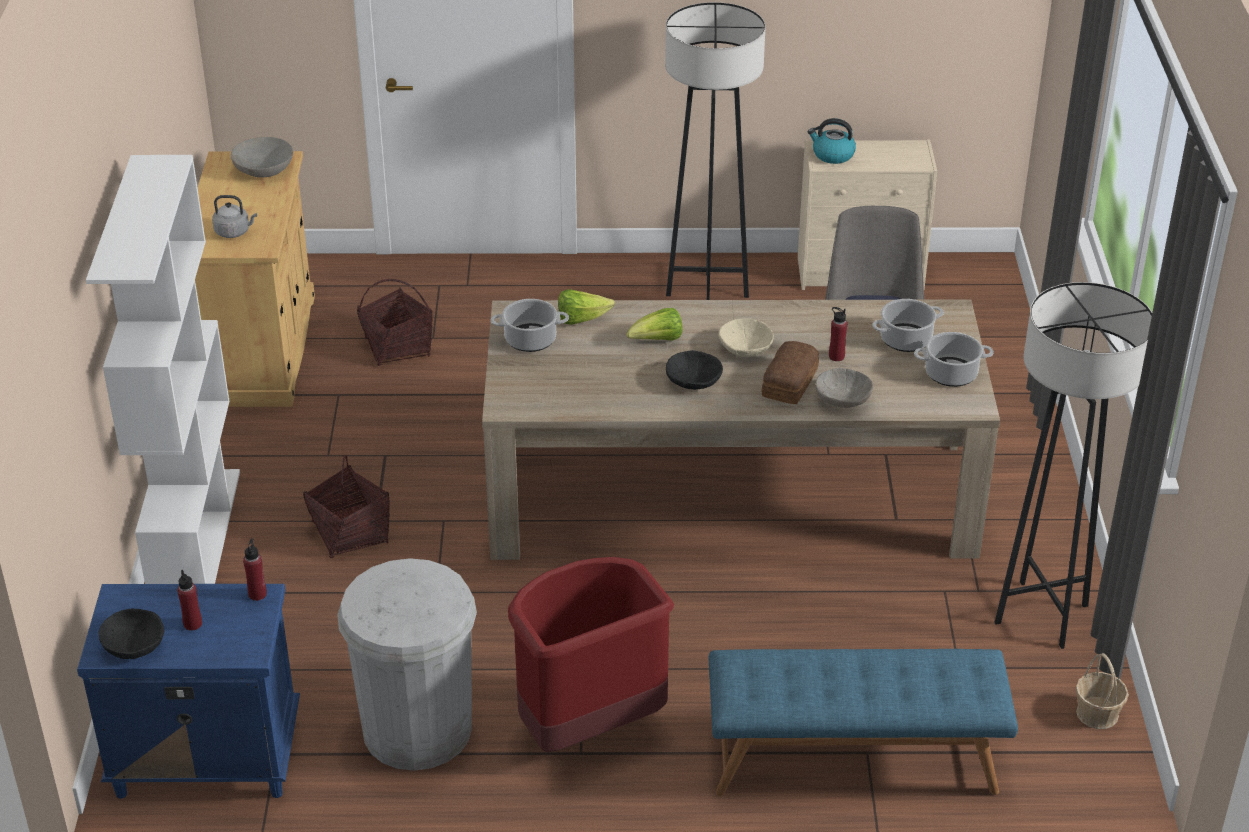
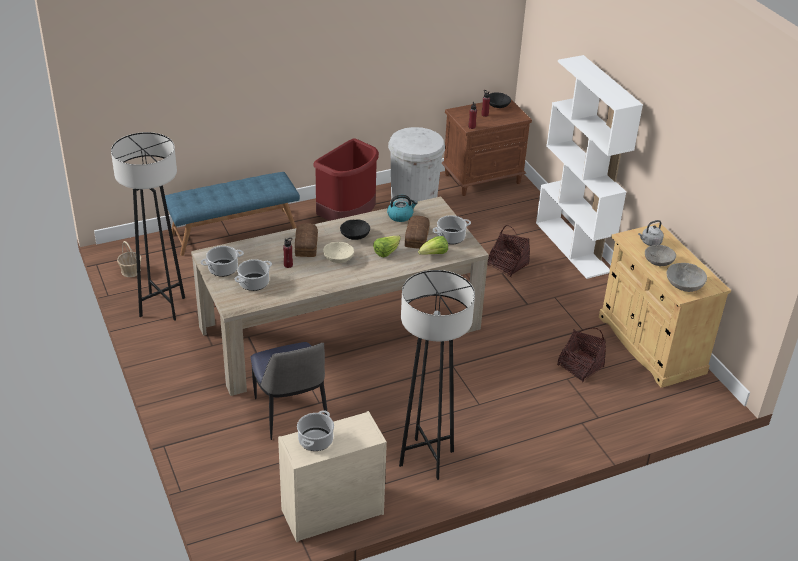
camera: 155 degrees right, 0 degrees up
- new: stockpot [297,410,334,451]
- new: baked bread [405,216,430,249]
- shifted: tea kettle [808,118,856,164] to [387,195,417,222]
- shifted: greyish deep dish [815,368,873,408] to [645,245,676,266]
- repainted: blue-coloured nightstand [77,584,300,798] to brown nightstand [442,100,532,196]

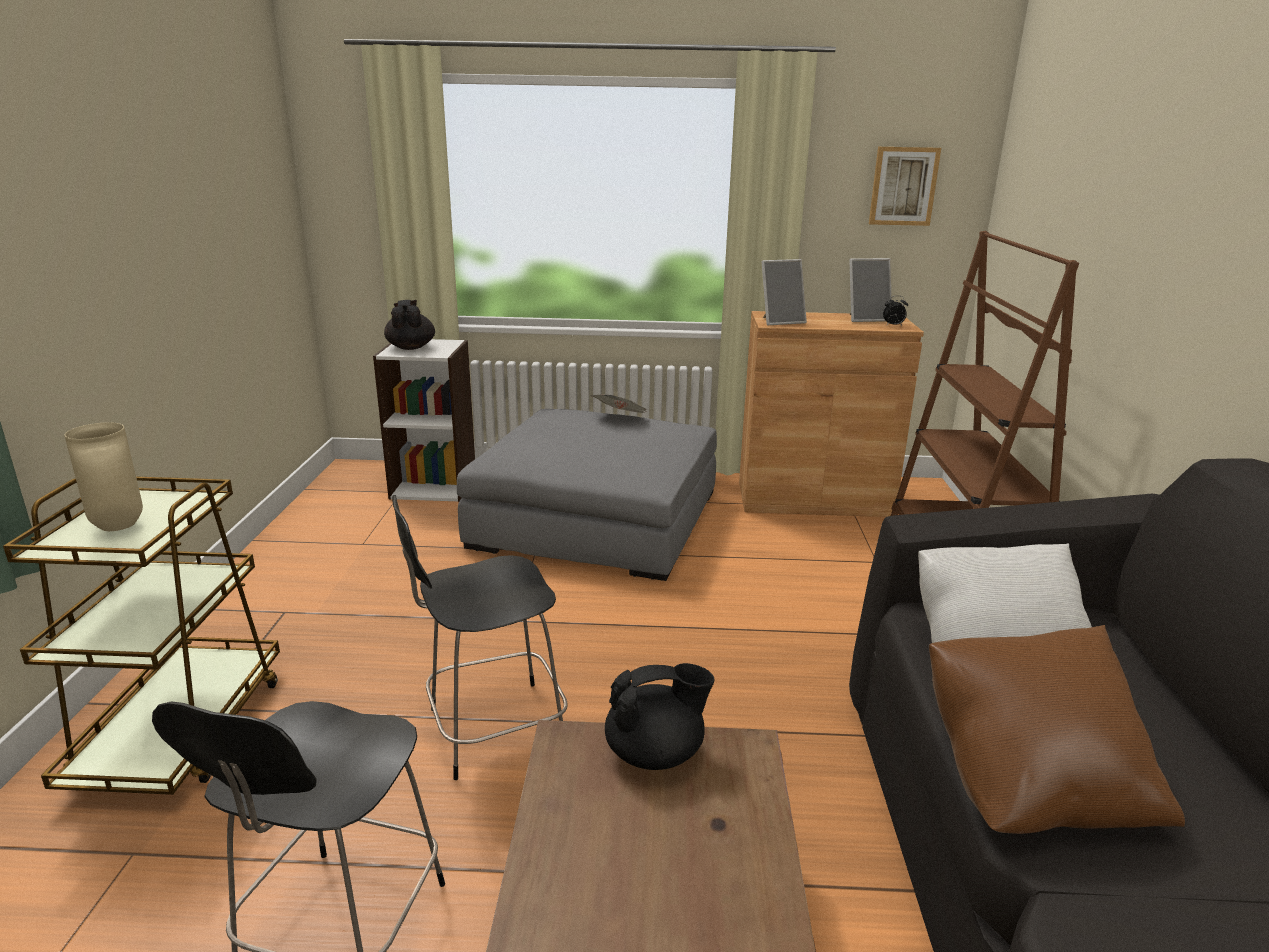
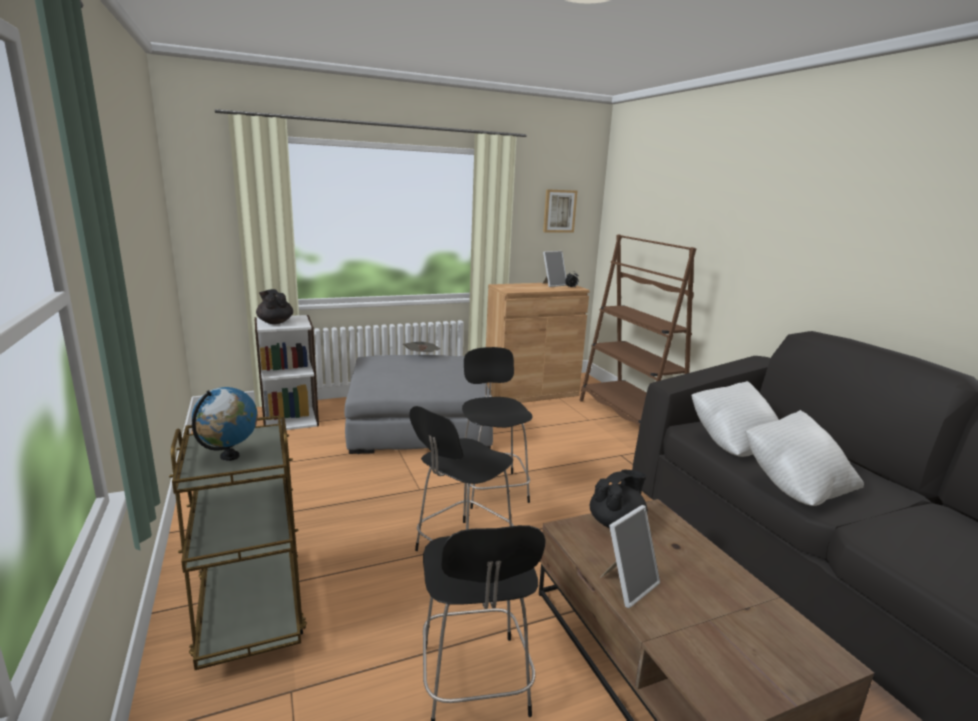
camera: 25 degrees left, 5 degrees down
- new: blackish stool [462,347,533,509]
- shifted: photo frame [761,259,807,325] to [600,505,660,608]
- swapped: beige flower vase [64,422,143,531] to globe [192,387,258,461]
- repainted: brown pillow [929,625,1185,834] to white pillow [745,410,864,506]

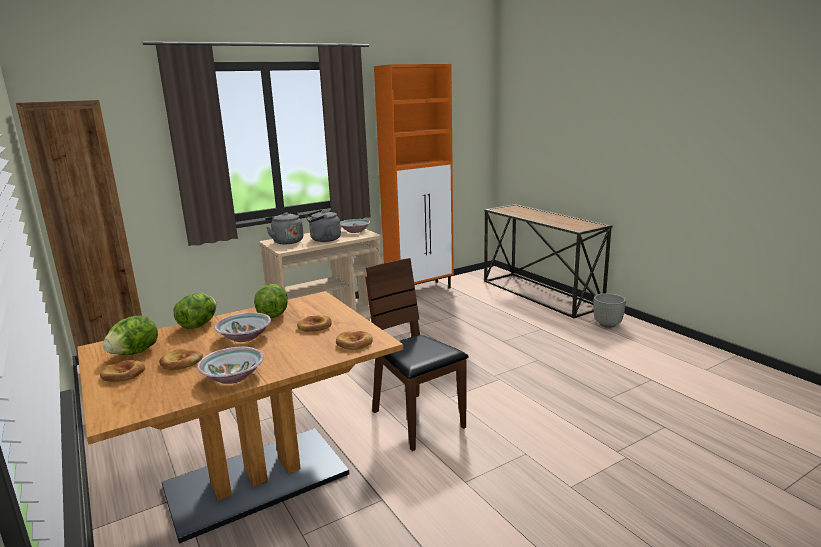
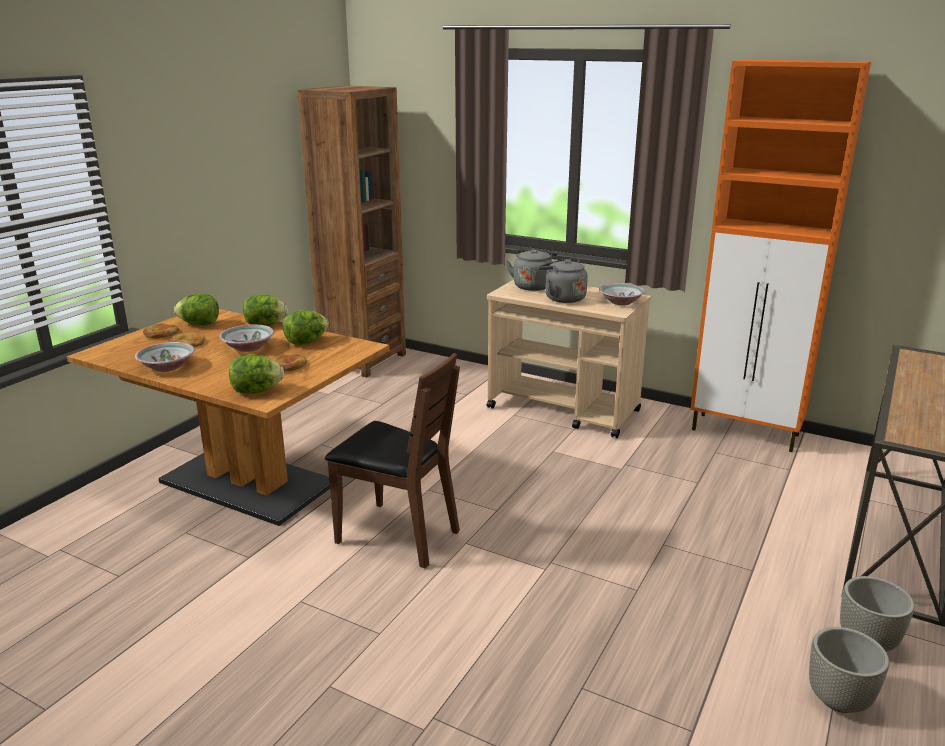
camera: 60 degrees right, 5 degrees up
- new: greyish planter [809,627,889,713]
- swapped: baked bread [336,331,373,350] to lettuce head [229,354,284,394]
- rotated: brown upright chair [365,258,469,451] = [325,353,460,568] 90 degrees clockwise

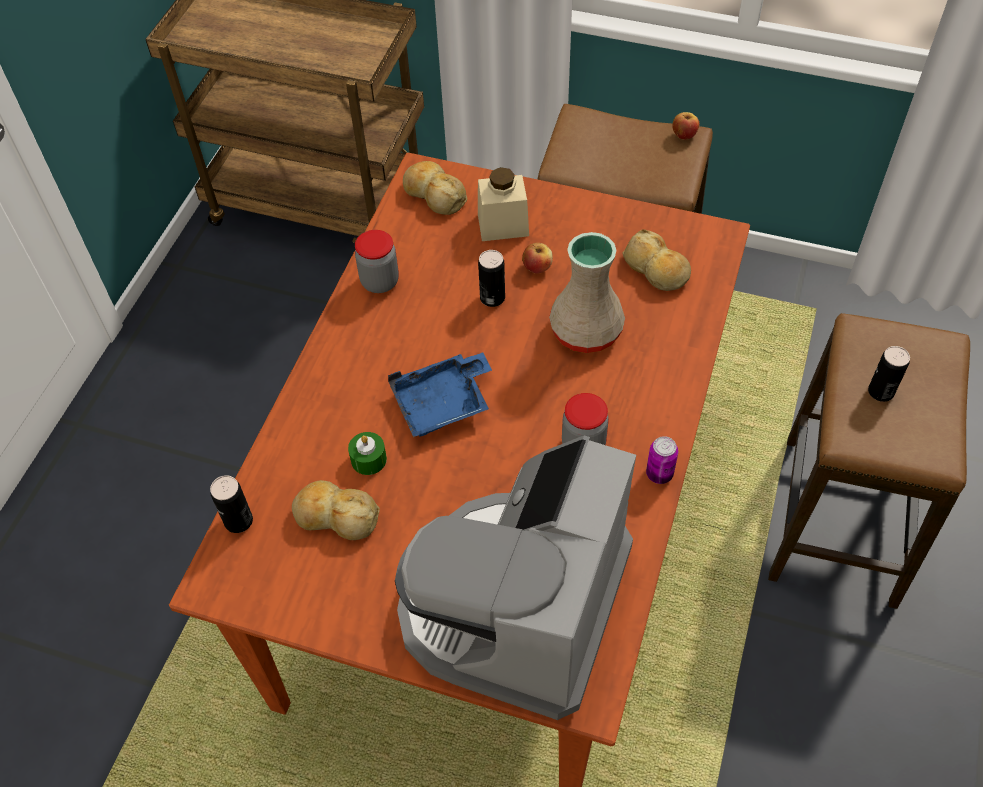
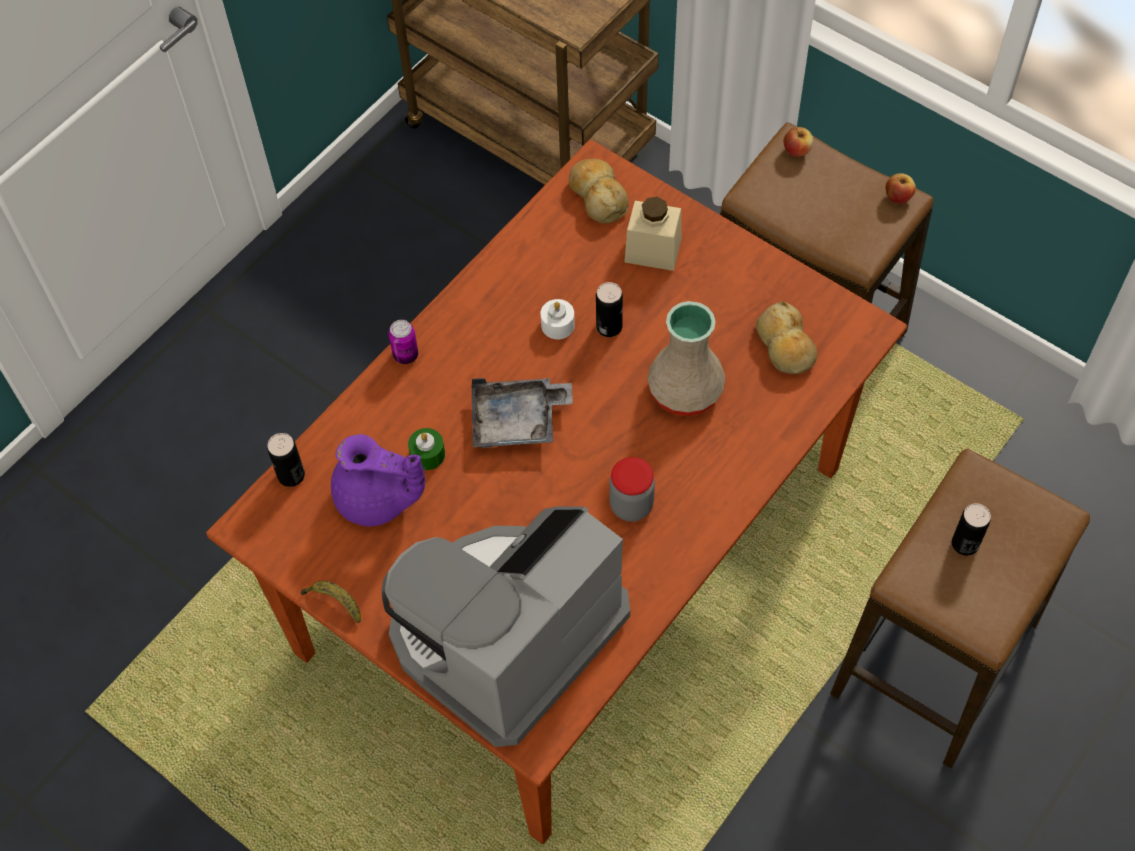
camera: 20 degrees right, 5 degrees up
- gone: preserve jar [355,230,399,293]
- new: whole banana [300,581,361,623]
- new: white wax light [541,299,575,339]
- shifted: apple fruit [522,243,553,274] to [783,127,813,157]
- shifted: metal can [646,436,678,484] to [388,320,418,364]
- swapped: baked bread [292,480,380,540] to purple teapot [331,434,425,527]
- repainted: blue-coloured tray [388,352,492,437] to greyish tray [472,378,573,448]

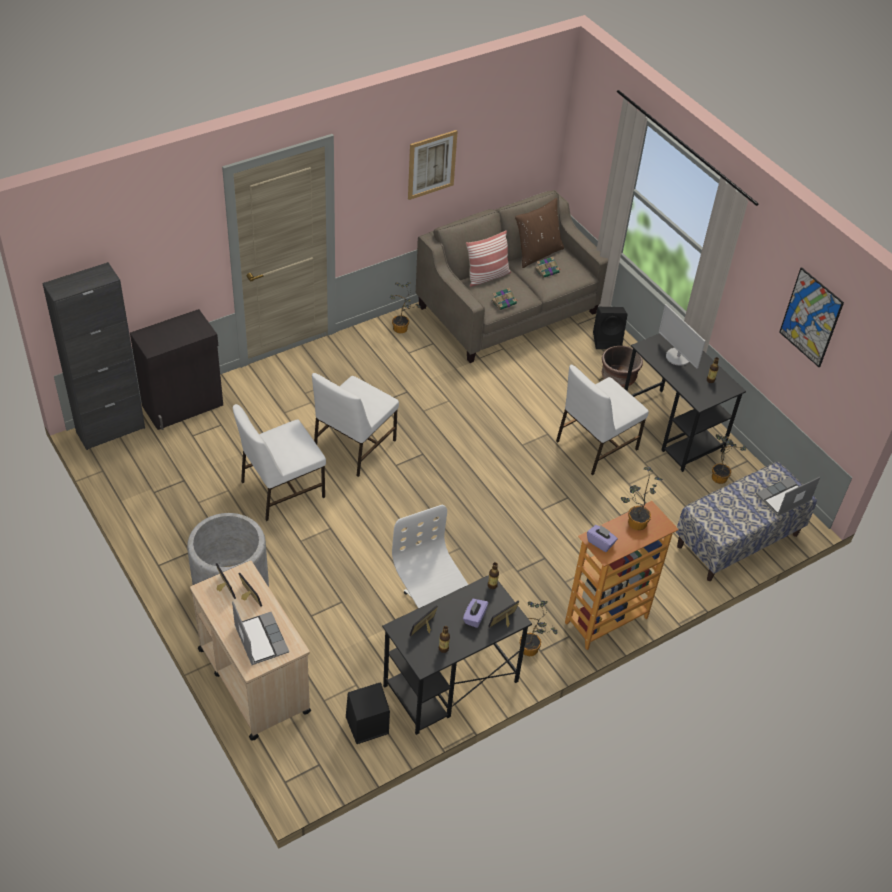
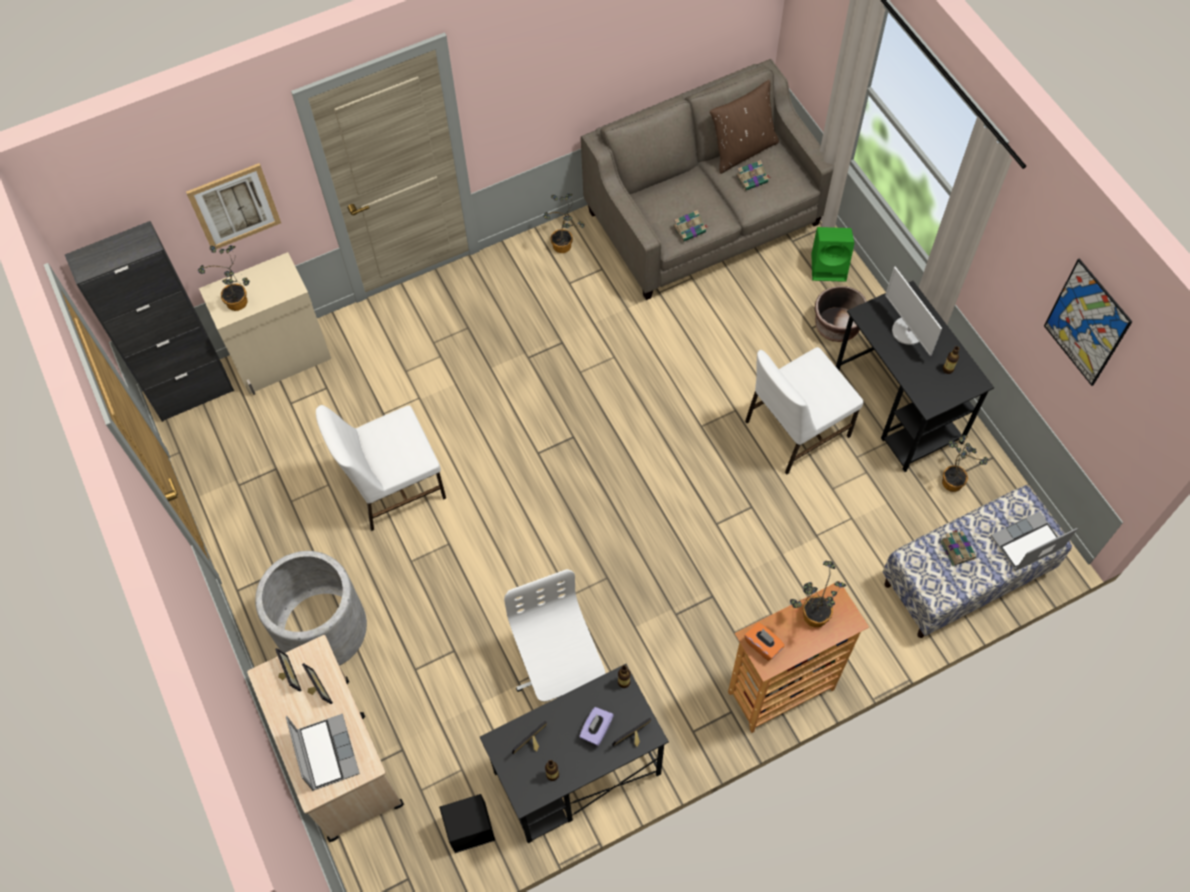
camera: 10 degrees right, 15 degrees up
- gone: white upright chair [312,373,399,477]
- gone: pillow [466,230,511,287]
- new: book [940,530,976,566]
- shifted: wall picture [408,130,458,200] to [186,163,281,249]
- shifted: houseplant [520,601,558,656] to [198,245,250,311]
- repainted: blackish cupboard [130,309,223,430] to beige cupboard [199,252,331,395]
- repainted: purple tissue box [587,525,618,552] to orange tissue box [744,623,785,661]
- repainted: blackish speaker [593,307,628,349] to green speaker [811,227,854,282]

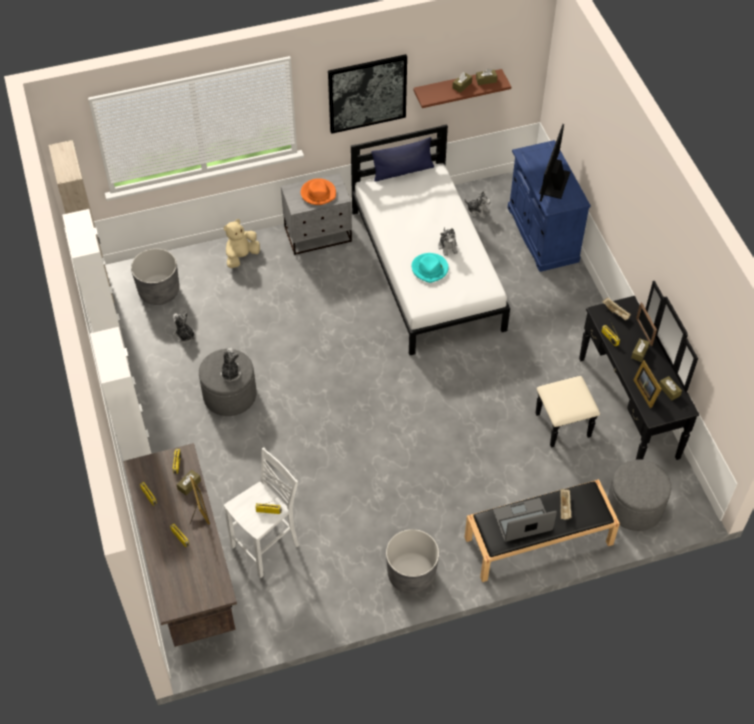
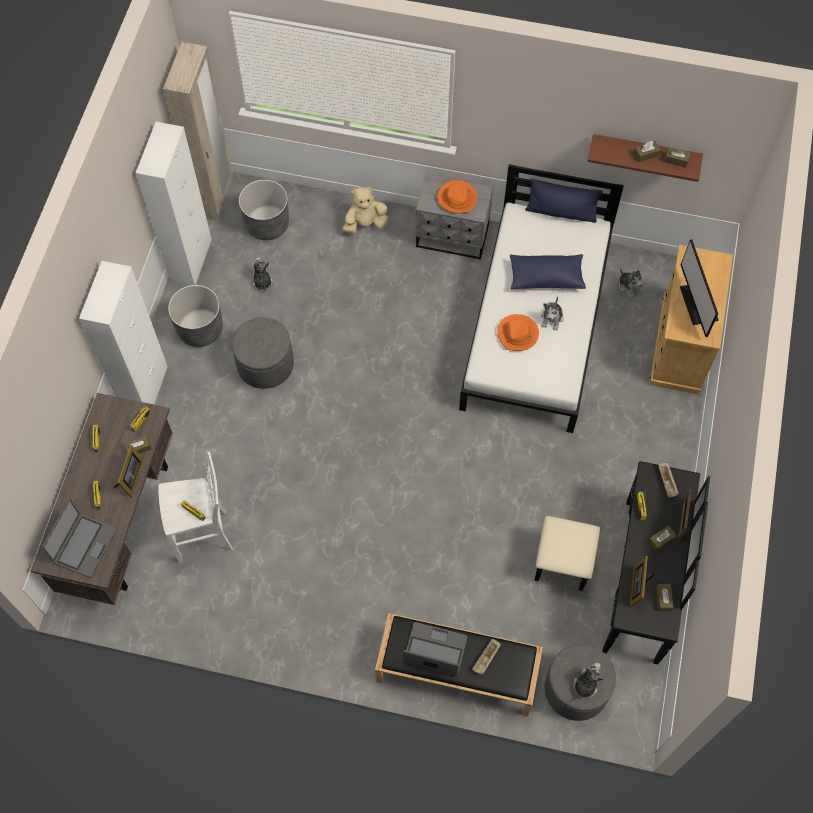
camera: 30 degrees right, 10 degrees up
- gone: wall picture [328,54,407,134]
- new: portable computer [42,499,117,578]
- new: blue-coloured pillow [510,254,586,289]
- shifted: cuddly toy [220,348,241,382] to [573,662,604,700]
- shifted: greyish planter [386,529,439,594] to [168,285,223,347]
- repainted: blue-green clothing hat [412,253,449,283] to orange clothing hat [497,314,539,351]
- repainted: blue-coloured cupboard [507,140,591,272] to beige cupboard [649,245,733,395]
- rotated: monitor [539,124,570,202] = [680,239,719,337] 60 degrees counterclockwise

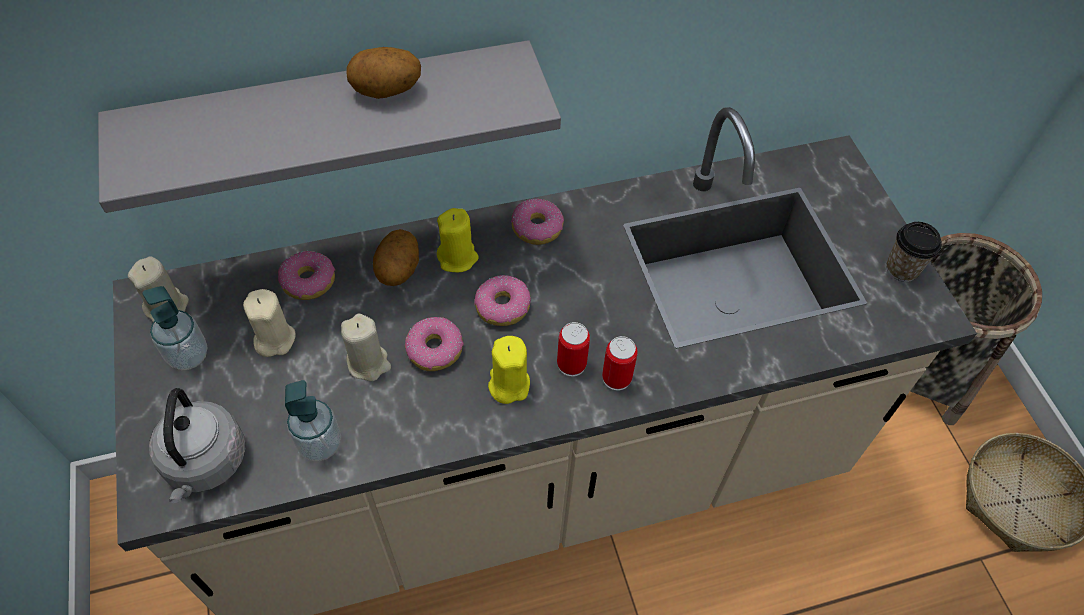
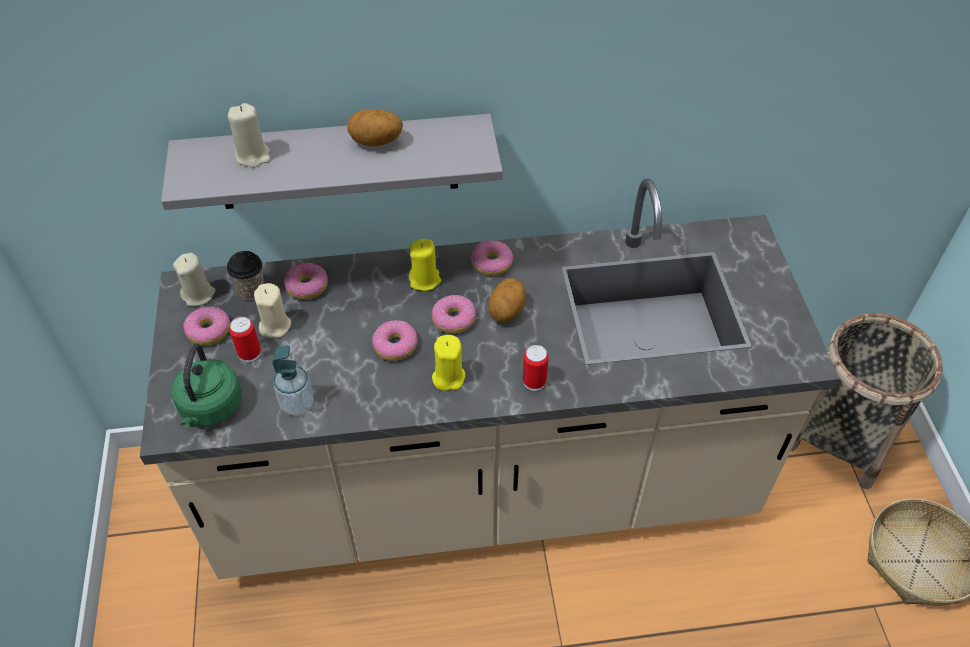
camera: 10 degrees right, 5 degrees down
- shifted: beige wax light [341,314,391,381] to [228,103,271,168]
- shifted: whole potato [373,229,419,286] to [488,278,525,322]
- shifted: metal can [557,322,590,377] to [229,317,261,362]
- shifted: cup [886,222,942,282] to [227,251,264,300]
- swapped: soap bottle [143,286,207,370] to donut [183,306,230,345]
- repainted: greyish tea kettle [149,388,246,503] to green tea kettle [171,343,242,427]

